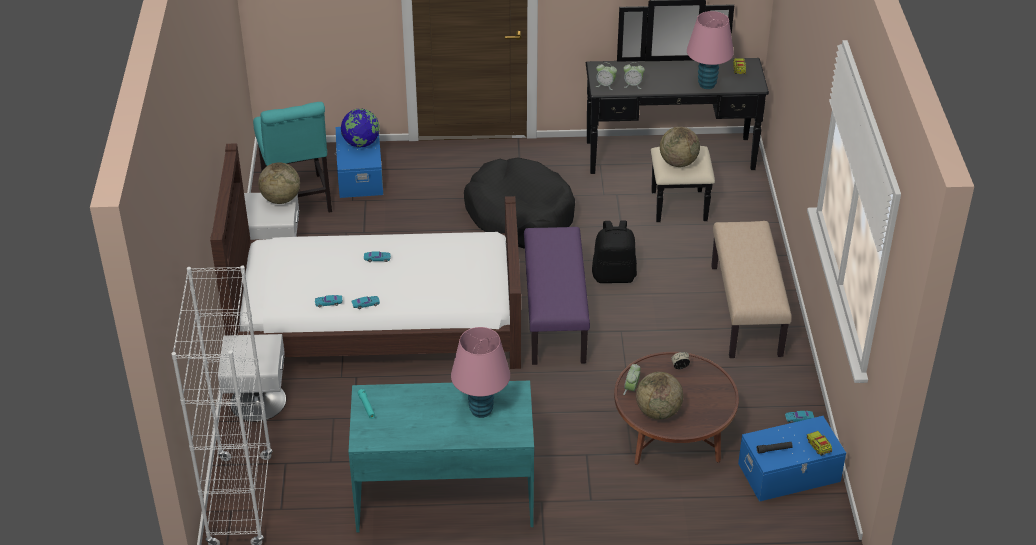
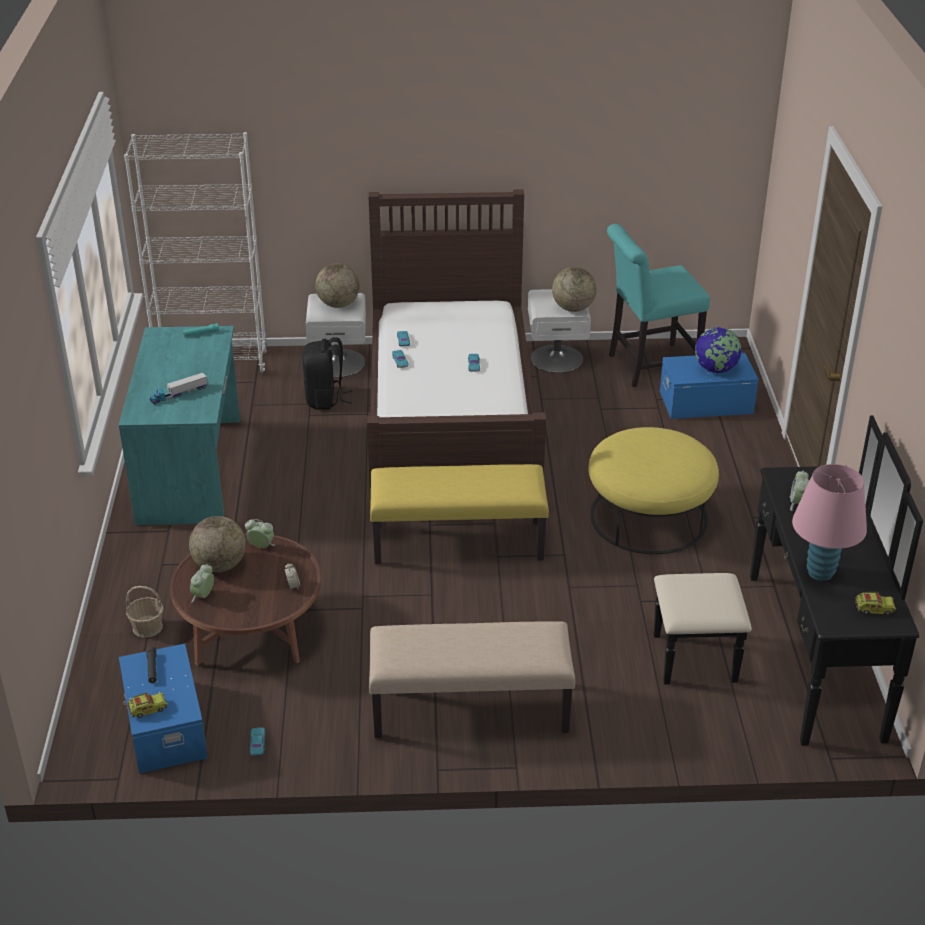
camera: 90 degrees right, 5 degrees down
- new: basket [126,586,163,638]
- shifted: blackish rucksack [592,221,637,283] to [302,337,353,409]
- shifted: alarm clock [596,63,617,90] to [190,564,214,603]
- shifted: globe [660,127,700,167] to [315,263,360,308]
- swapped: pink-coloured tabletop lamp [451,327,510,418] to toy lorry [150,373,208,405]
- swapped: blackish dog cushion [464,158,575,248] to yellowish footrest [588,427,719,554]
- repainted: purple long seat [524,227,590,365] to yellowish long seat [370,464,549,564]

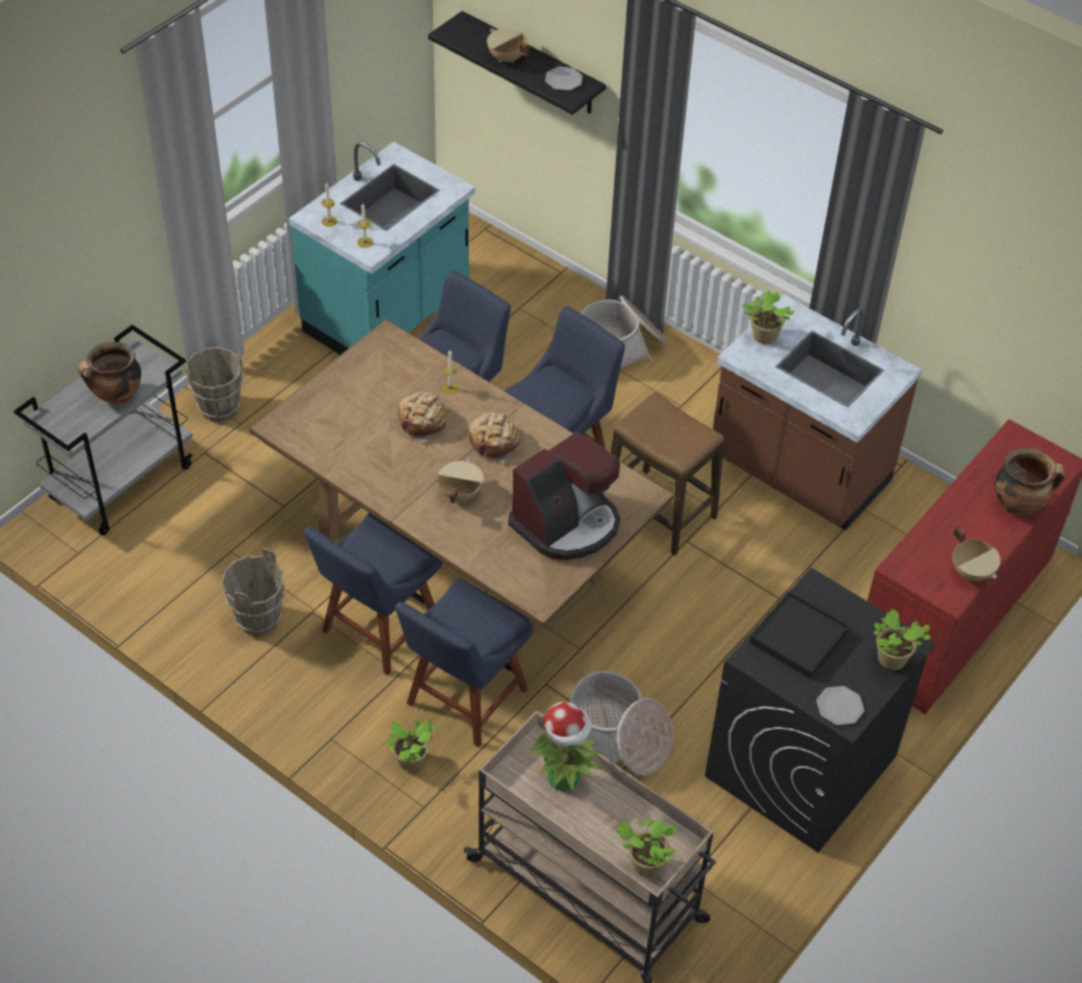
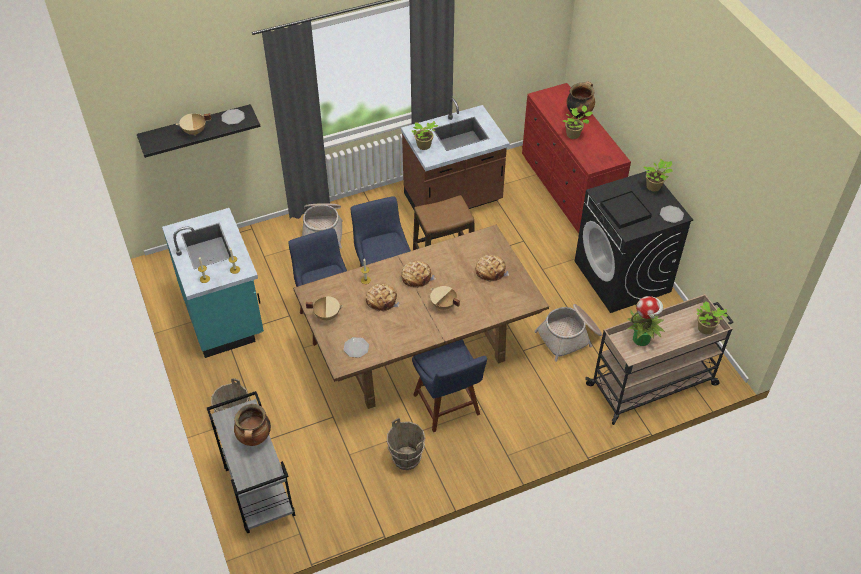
camera: 60 degrees left, 0 degrees up
- gone: blue-coloured upright chair [395,578,533,747]
- new: flat dish [344,337,369,358]
- shifted: houseplant [386,718,438,772] to [562,105,593,139]
- shifted: beige stockpot [952,526,1001,581] to [306,296,344,321]
- swapped: coffee brewer [508,432,620,560] to baked bread [476,255,509,282]

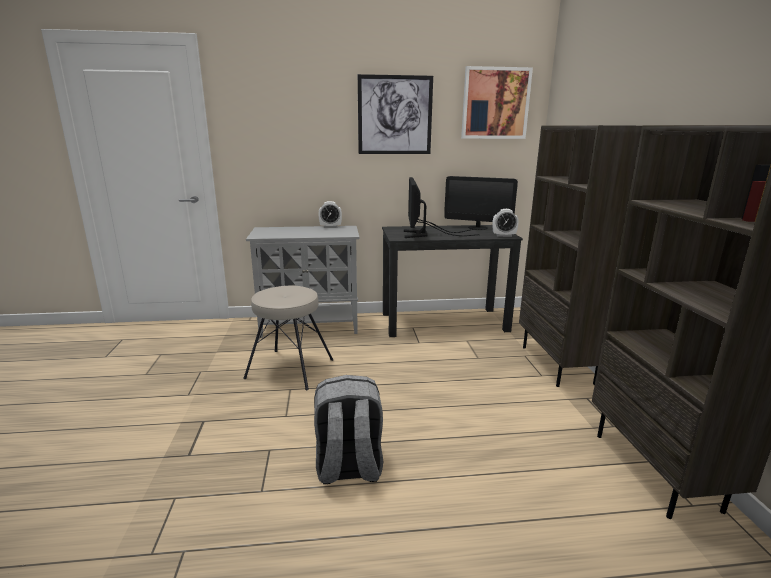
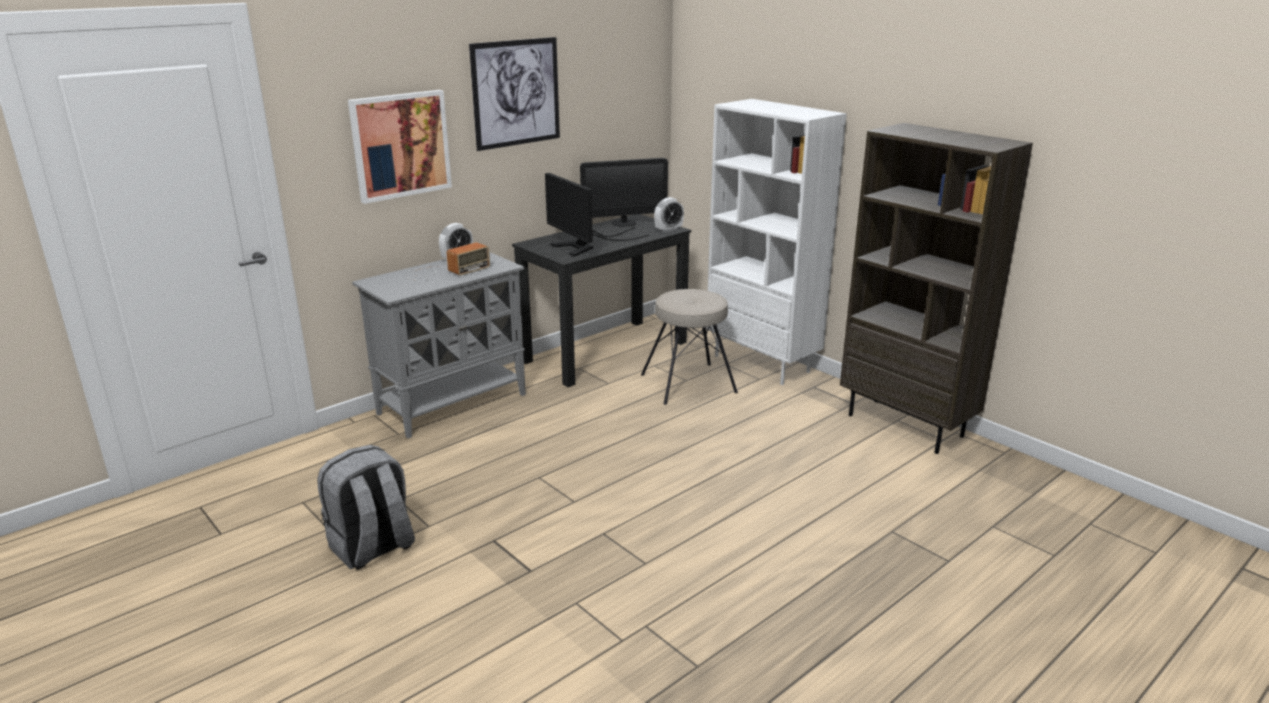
camera: 35 degrees left, 5 degrees up
- new: radio set [406,242,490,281]
- shifted: beige stool [243,285,333,390] to [641,289,738,405]
- shifted: greyish rucksack [314,375,383,484] to [317,445,415,570]
- shifted: wall picture [461,66,533,139] to [348,90,452,204]
- repainted: brown bookshelf [519,125,642,387] to white bookshelf [706,99,847,385]

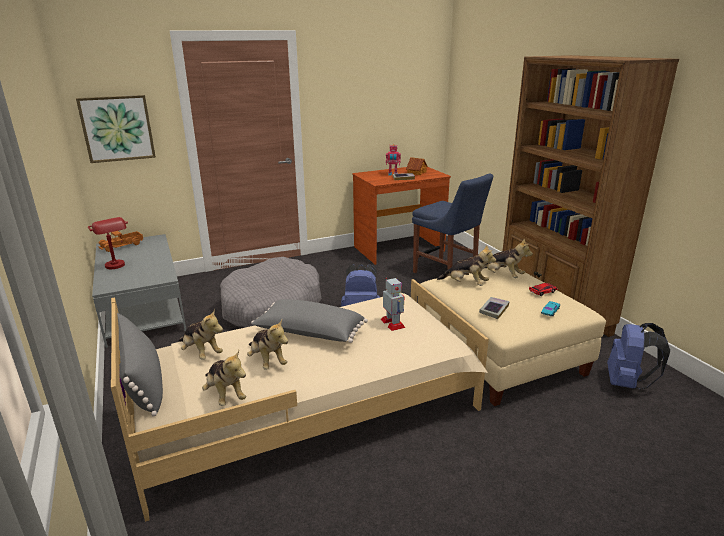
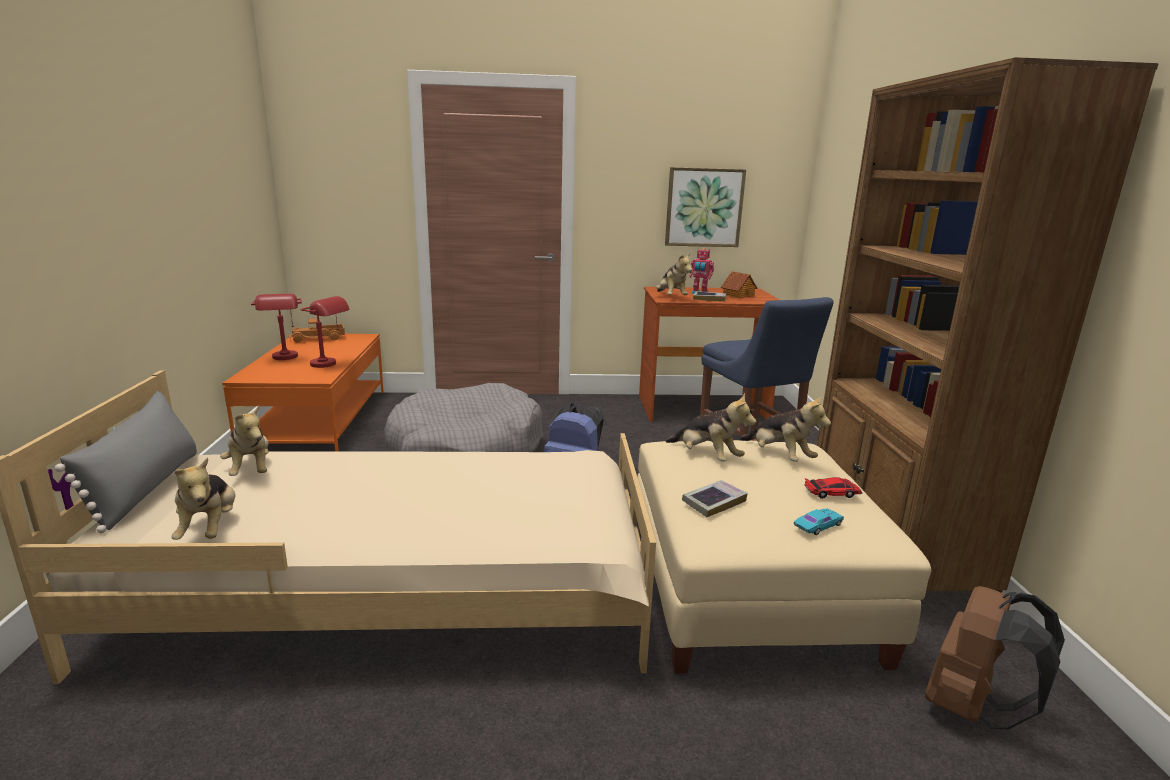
camera: 20 degrees right, 5 degrees down
- gone: greyish pillow [251,299,368,343]
- gone: model robot [381,278,405,331]
- new: red-coloured tabletop lamp [301,296,350,368]
- shifted: wall picture [76,95,156,163] to [665,167,746,247]
- shifted: cuddly toy [247,320,288,369] to [656,253,692,295]
- repainted: greyish low table [92,234,186,348] to orange low table [222,334,384,451]
- repainted: blue-coloured rucksack [607,323,670,390] to brown rucksack [925,586,1065,729]

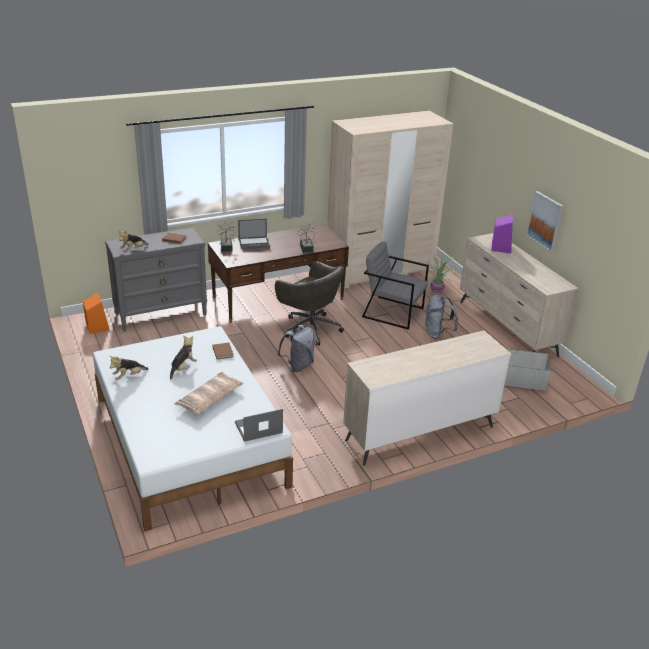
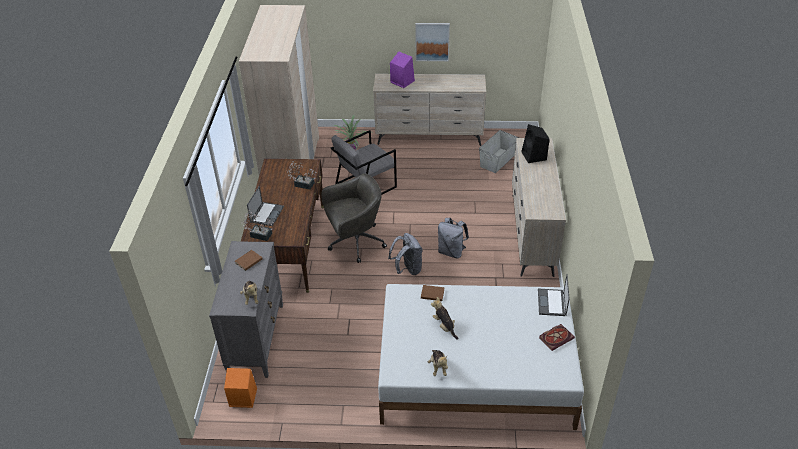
camera: 60 degrees left, 10 degrees up
- gone: pillow [174,372,243,416]
- new: blackish speaker [521,124,550,163]
- new: book [539,324,575,351]
- shifted: greyish rucksack [425,295,458,339] to [438,218,469,258]

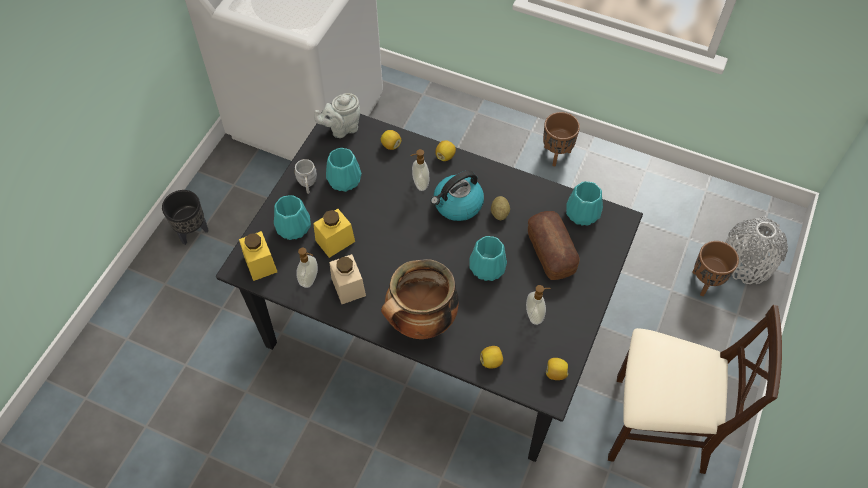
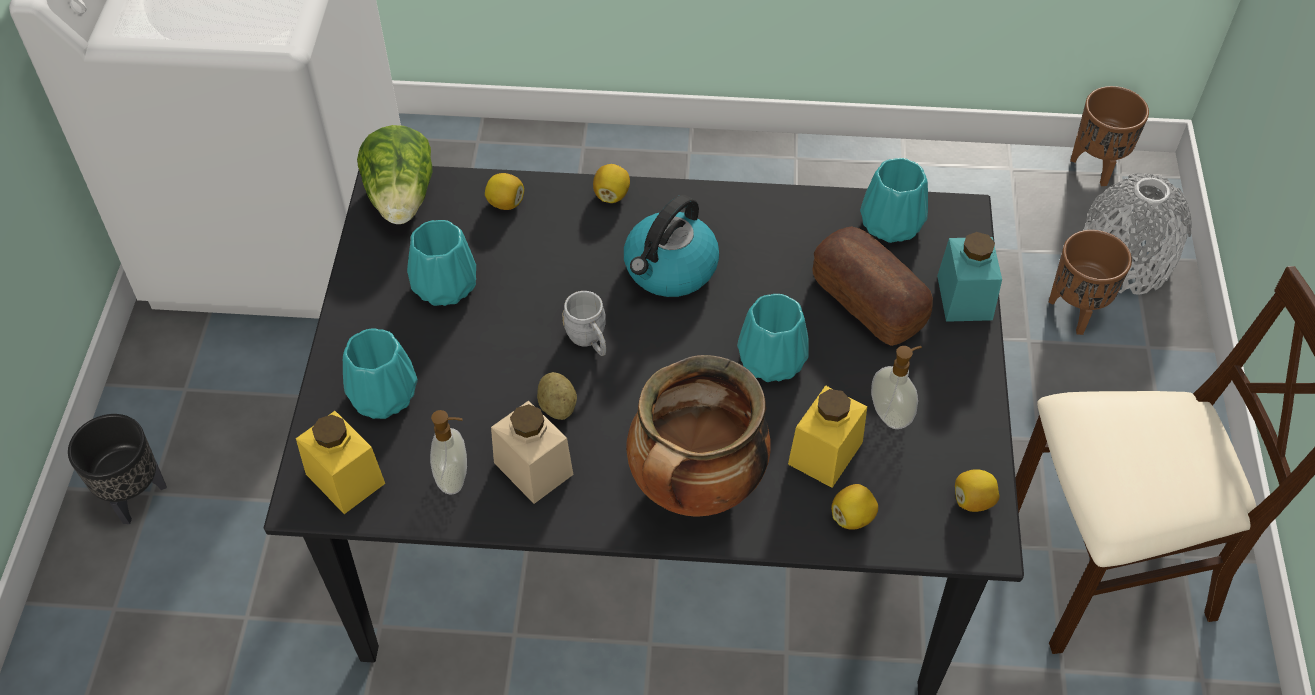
camera: 20 degrees left, 5 degrees down
- gone: soap bottle [410,149,429,191]
- new: blue-green preserve jar [937,232,1002,322]
- shifted: greyish mug [295,159,317,194] to [562,291,606,356]
- shifted: yellowish preserve jar [313,209,355,258] to [788,385,867,488]
- shifted: whole potato [491,196,510,220] to [537,372,577,420]
- shifted: brown planter [543,112,580,167] to [1070,86,1149,186]
- swapped: greyish teapot [314,93,360,138] to lettuce head [357,125,432,224]

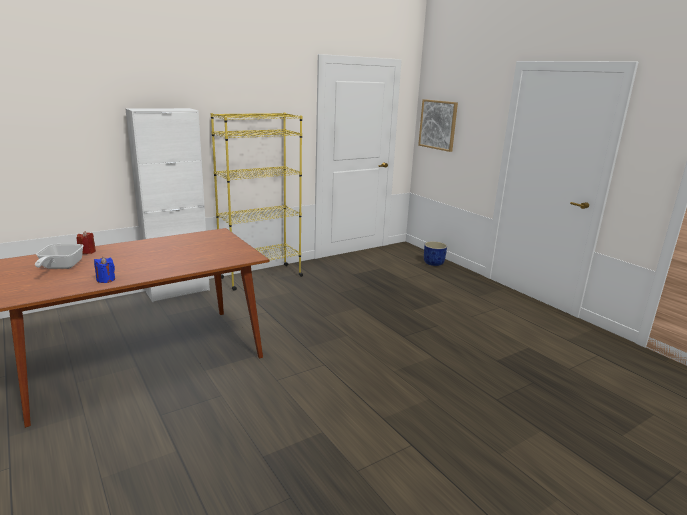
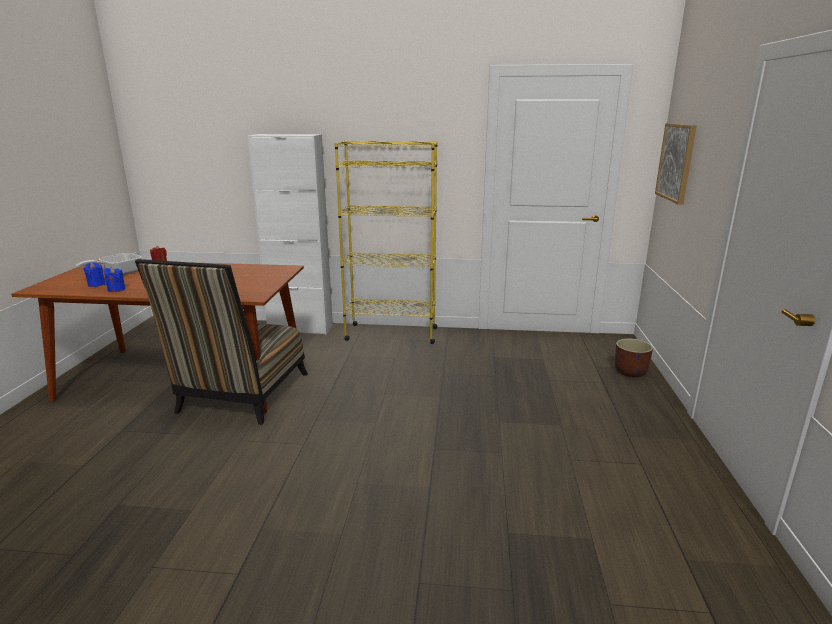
camera: 40 degrees right, 0 degrees up
- new: blue-coloured wax light [84,262,105,287]
- new: upright chair [135,259,308,425]
- repainted: blue-coloured planter [424,241,447,266] to brown planter [615,338,653,377]

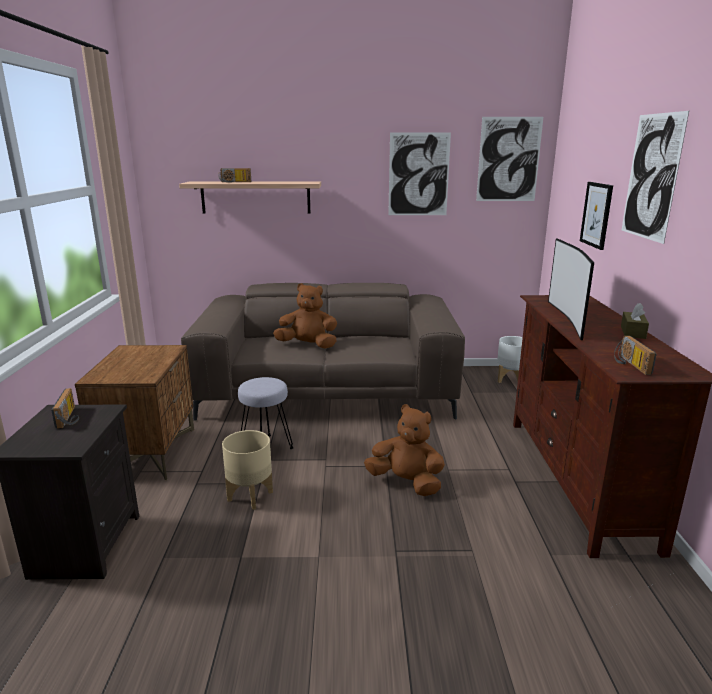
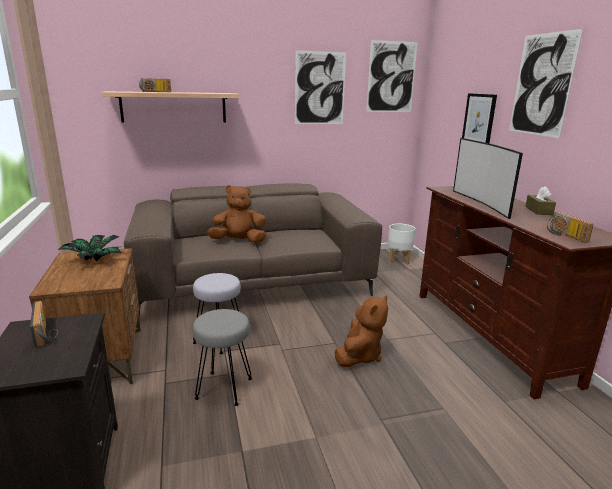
camera: 15 degrees left, 0 degrees up
- new: houseplant [58,235,121,262]
- swapped: beige planter [222,430,273,510] to greyish stool [193,309,252,406]
- rotated: brown cuddly toy [364,404,445,496] = [335,295,388,367] 105 degrees clockwise

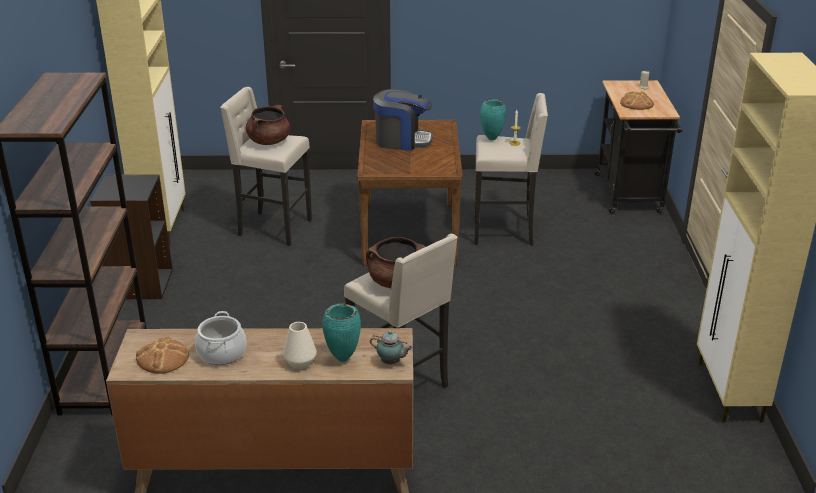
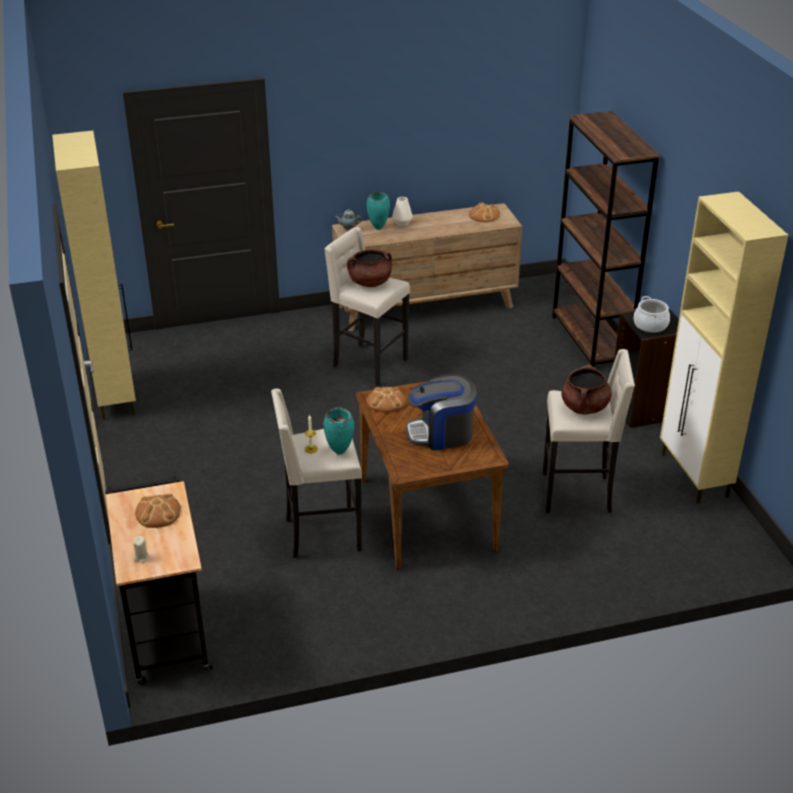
camera: 165 degrees right, 5 degrees up
- new: baked bread [367,387,406,413]
- shifted: stockpot [195,311,246,365] to [634,296,670,333]

